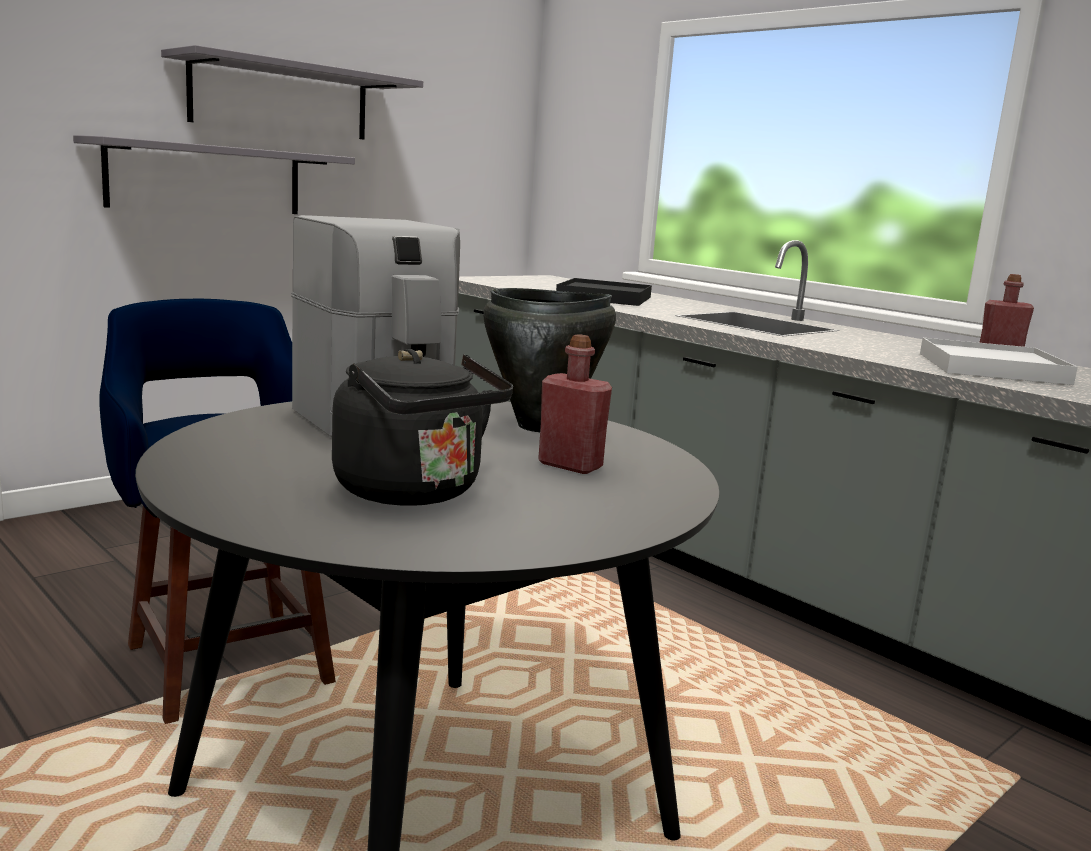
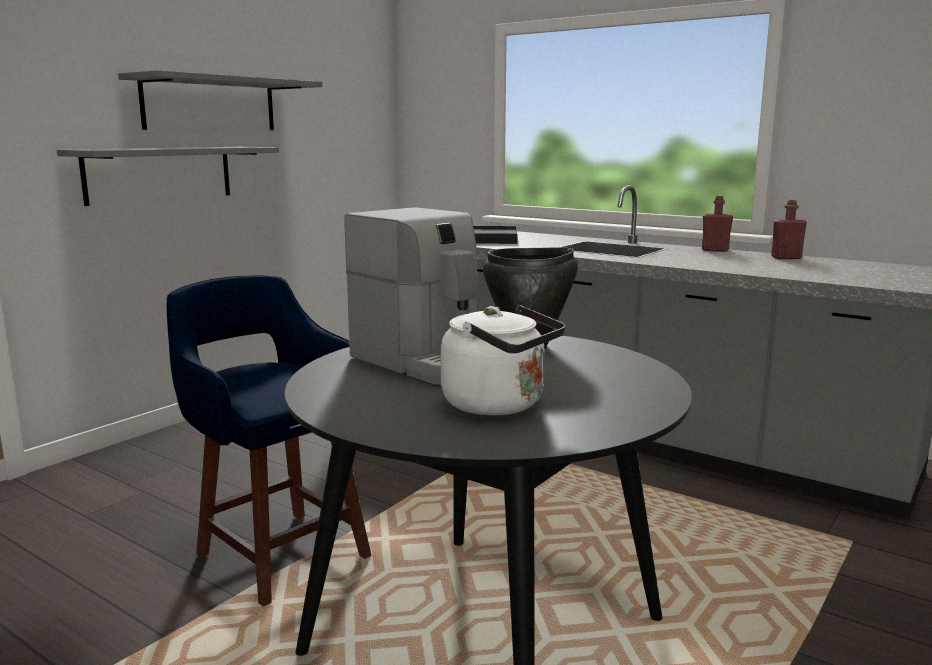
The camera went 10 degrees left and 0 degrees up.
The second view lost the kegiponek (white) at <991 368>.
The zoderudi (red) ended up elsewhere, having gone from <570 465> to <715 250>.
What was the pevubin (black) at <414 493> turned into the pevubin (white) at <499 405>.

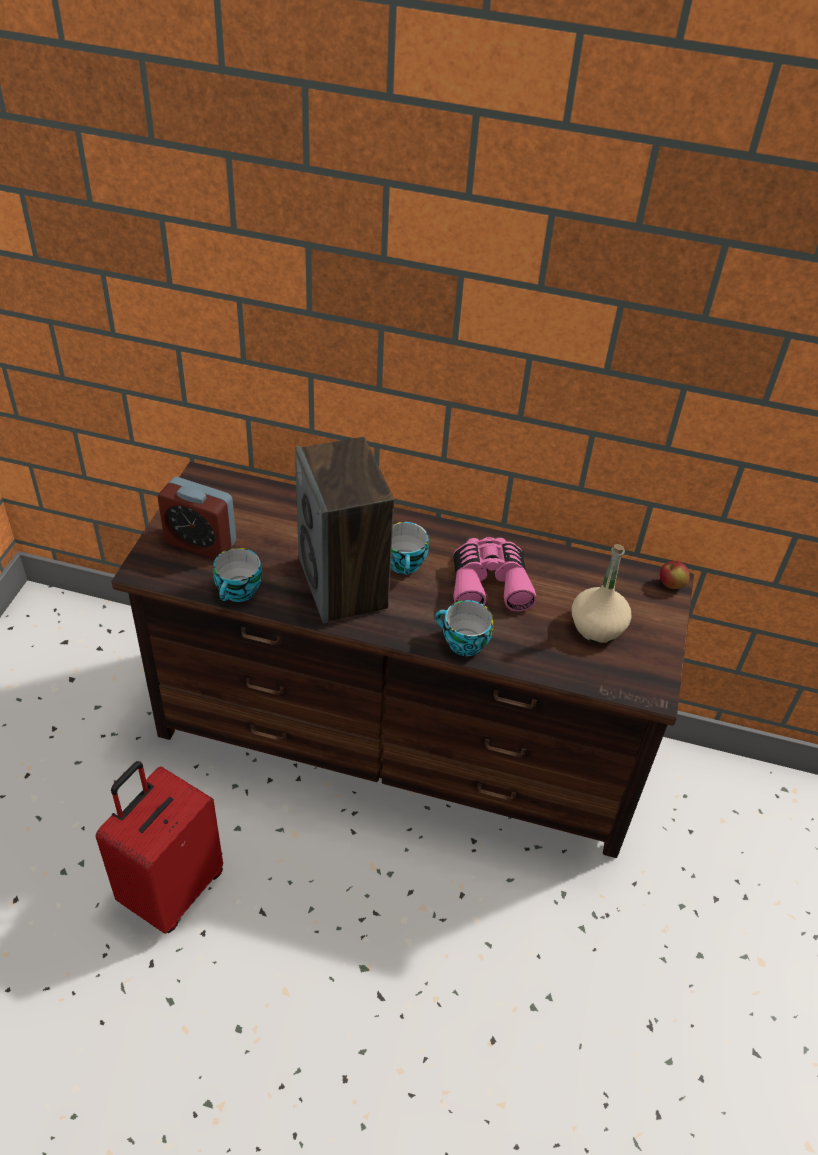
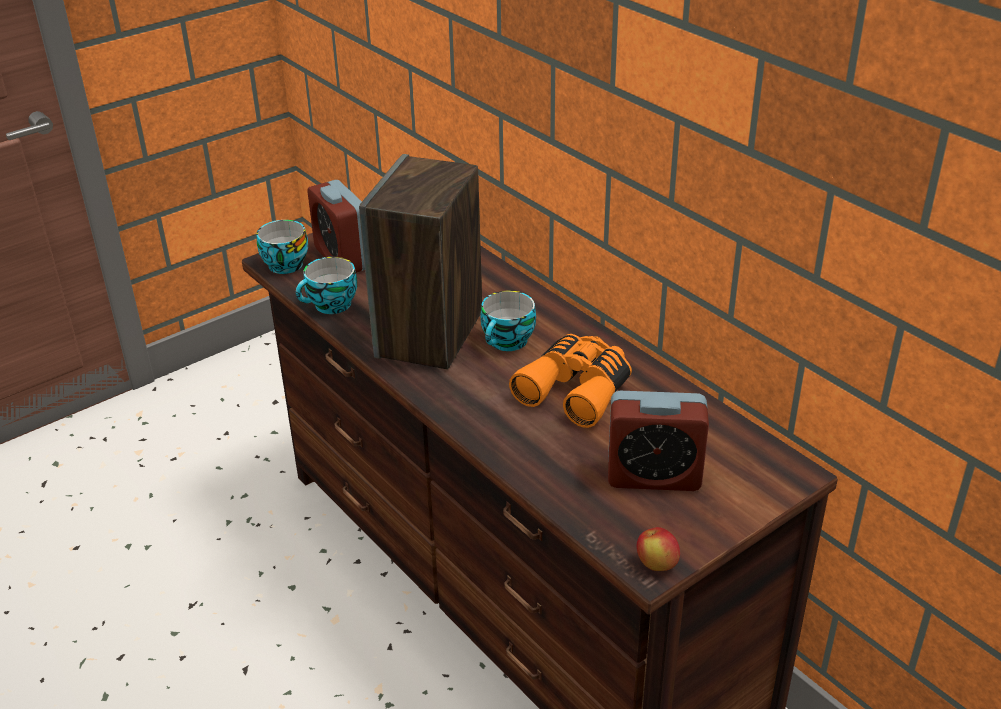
The camera went 40 degrees right and 10 degrees down.
The second view lost the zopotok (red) at <171 889>.
The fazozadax ended up elsewhere, having gone from <462 643> to <283 264>.
The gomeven ended up elsewhere, having gone from <671 585> to <656 565>.
Where the zoderudi (beige) stood at <597 626>, the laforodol came to stand at <654 476>.
What was the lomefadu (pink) at <489 582> turned into the lomefadu (orange) at <577 390>.

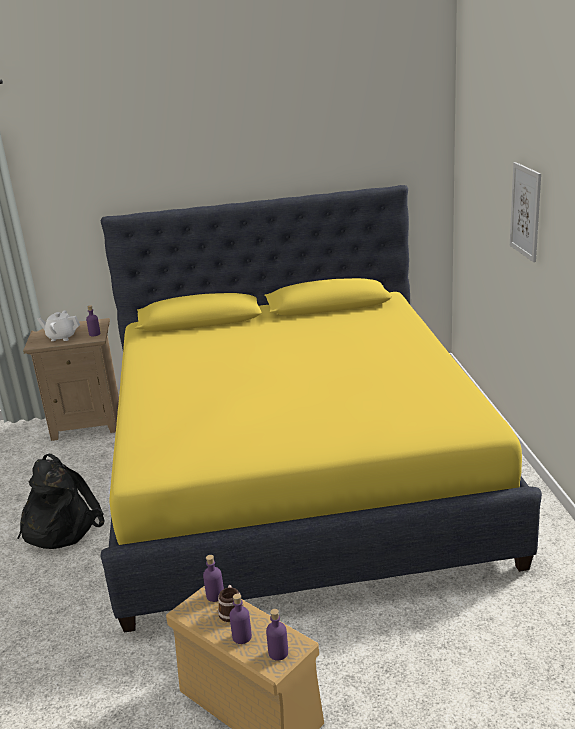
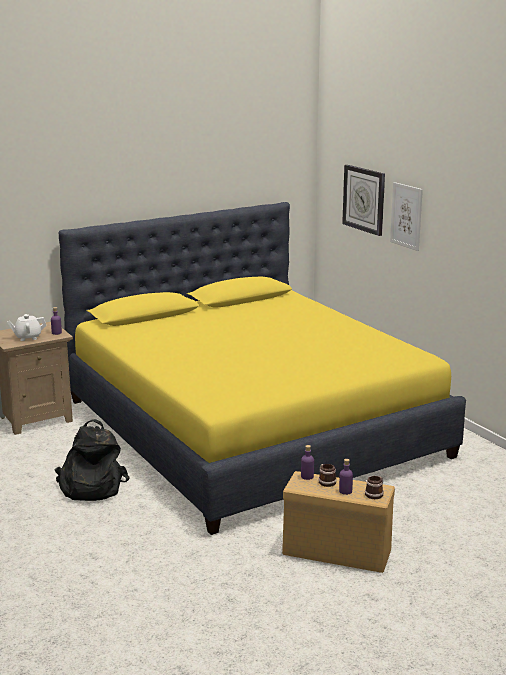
The camera went 25 degrees left and 5 degrees down.
The second view gained the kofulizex at <364 199>.
Where the zoderudi (purple) stood at <278 653>, the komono came to stand at <375 494>.

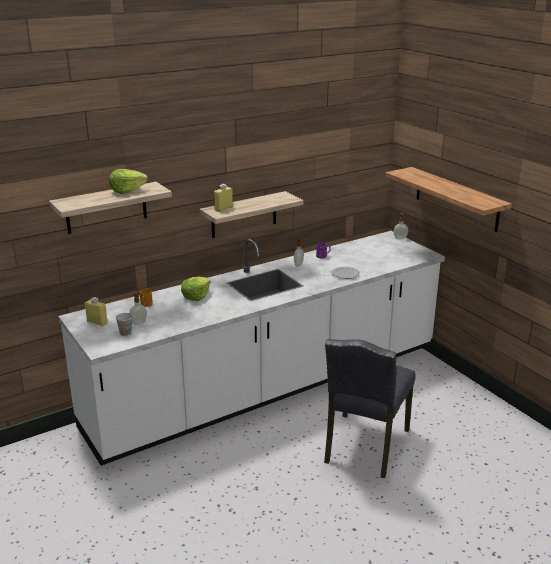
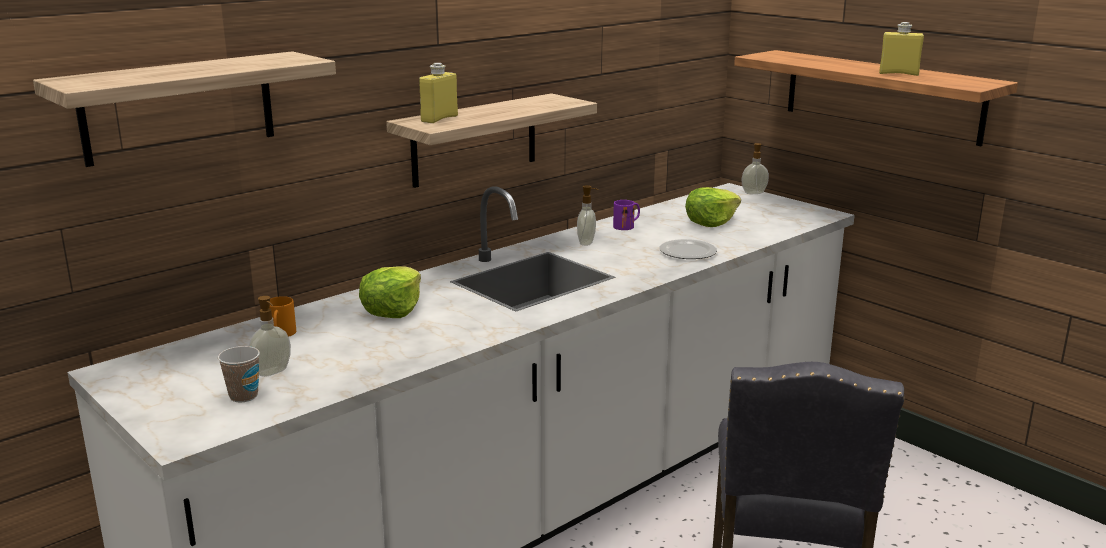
The camera went 10 degrees left and 5 degrees down.
The zoderudi (yellow) ended up elsewhere, having gone from <97 322> to <898 74>.
The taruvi ended up elsewhere, having gone from <127 191> to <711 222>.

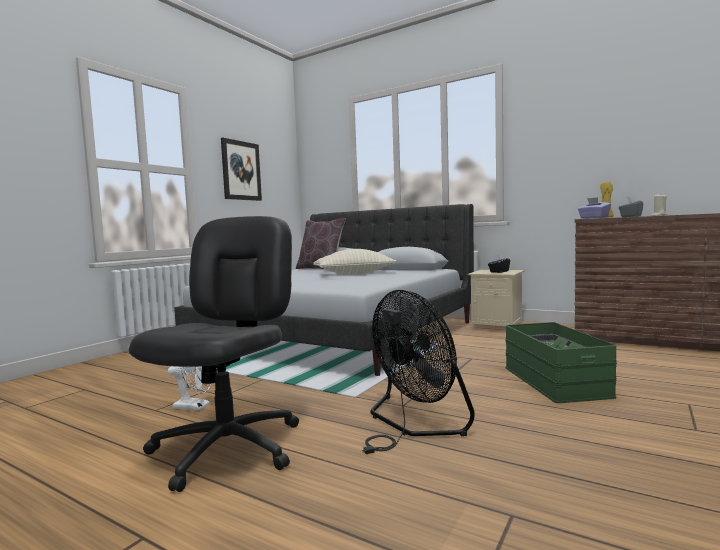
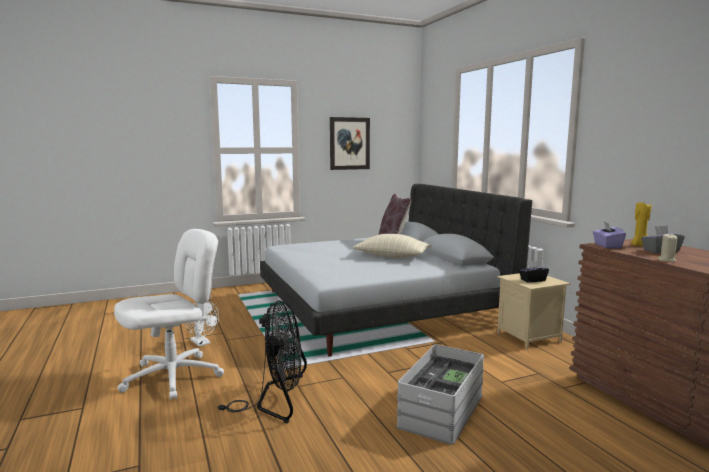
The camera went 35 degrees right and 5 degrees up.
What was the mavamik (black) at <228 448> turned into the mavamik (white) at <173 376>.
What was the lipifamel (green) at <556 381> turned into the lipifamel (grey) at <442 410>.

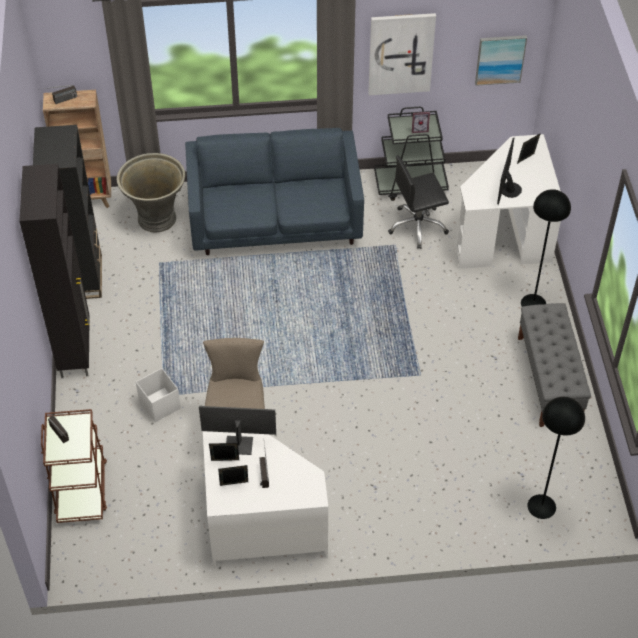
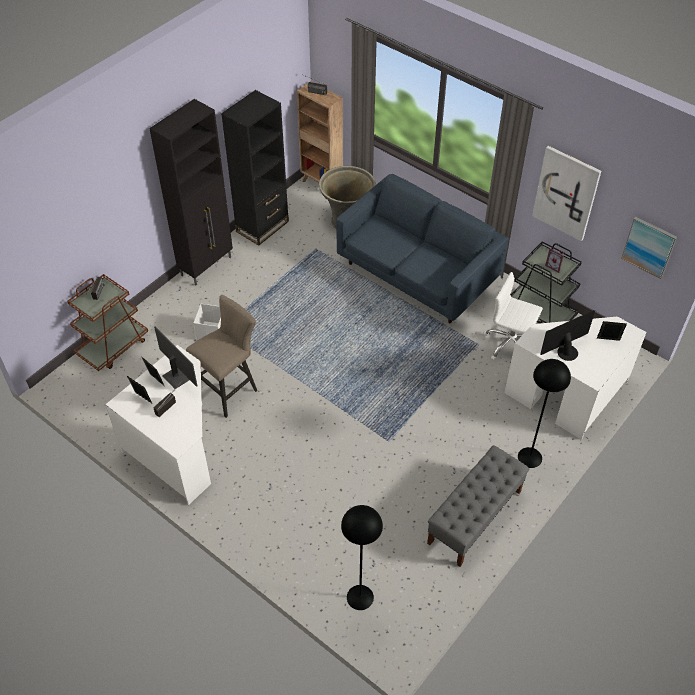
The camera went 45 degrees right and 0 degrees up.
What was the mavamik (black) at <417 226> turned into the mavamik (white) at <510 344>.

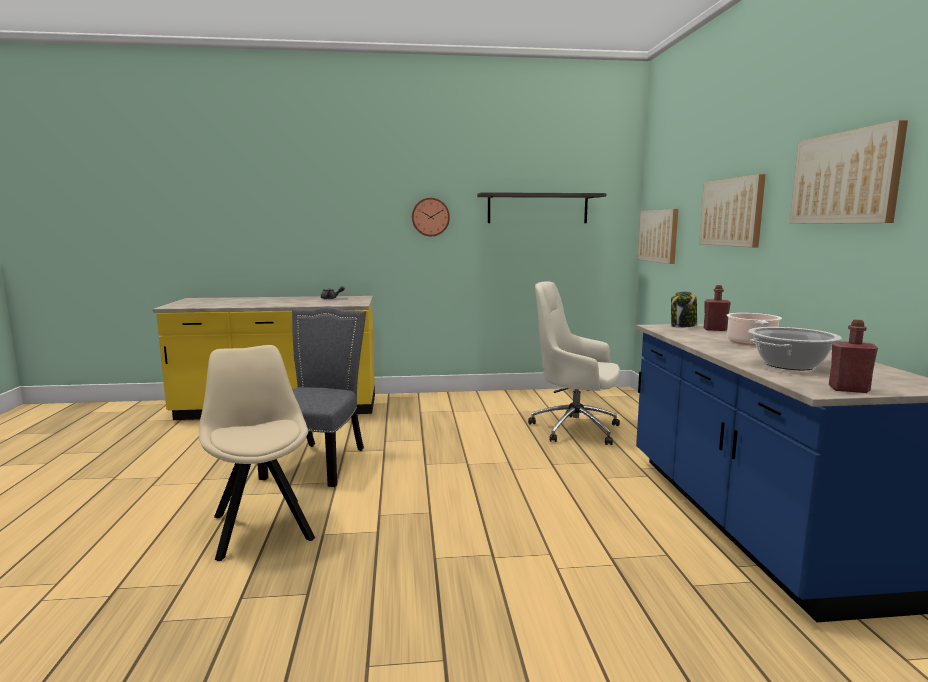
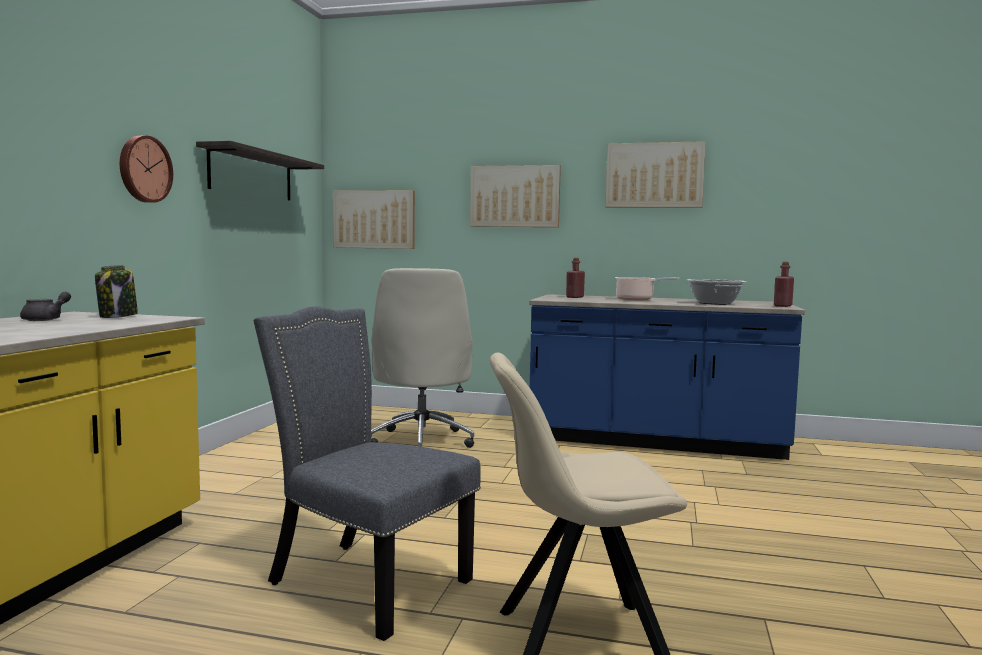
The camera went 70 degrees left and 5 degrees down.
The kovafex ended up elsewhere, having gone from <683 326> to <118 316>.
The mavamik (beige) at <574 430> ended up facing another way, 45 degrees counterclockwise from before.

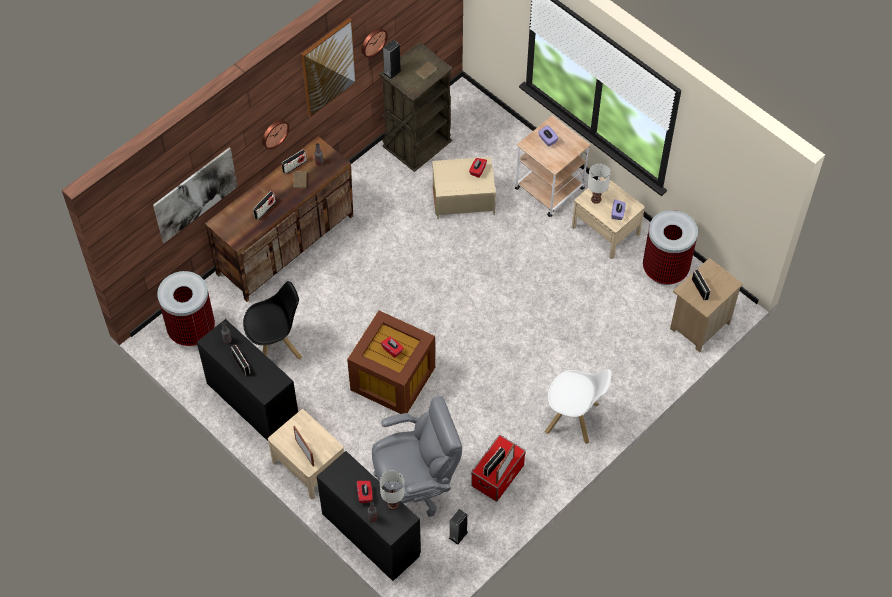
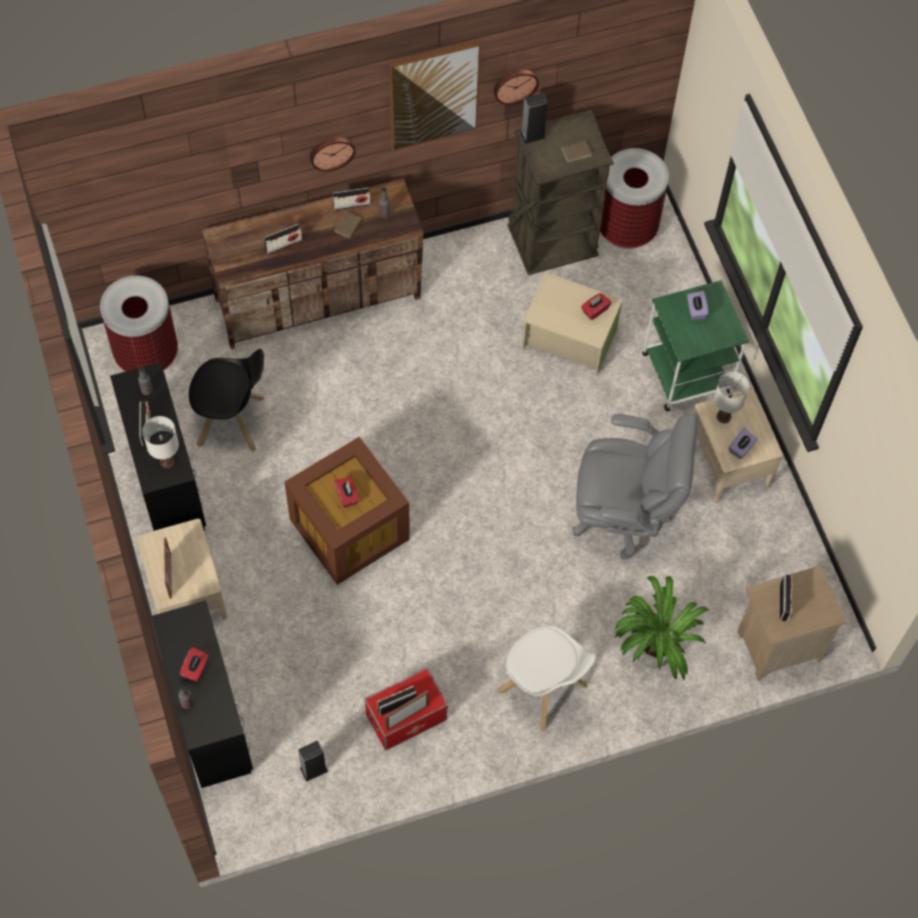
The camera went 25 degrees right and 5 degrees up.
The second view lost the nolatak at <195 194>.
The second view gained the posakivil at <653 652>.
The mavamik (grey) ended up elsewhere, having gone from <416 485> to <625 514>.
The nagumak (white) ended up elsewhere, having gone from <393 505> to <167 463>.
The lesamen ended up elsewhere, having gone from <665 269> to <627 228>.
What was the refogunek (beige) at <550 189> turned into the refogunek (green) at <687 375>.

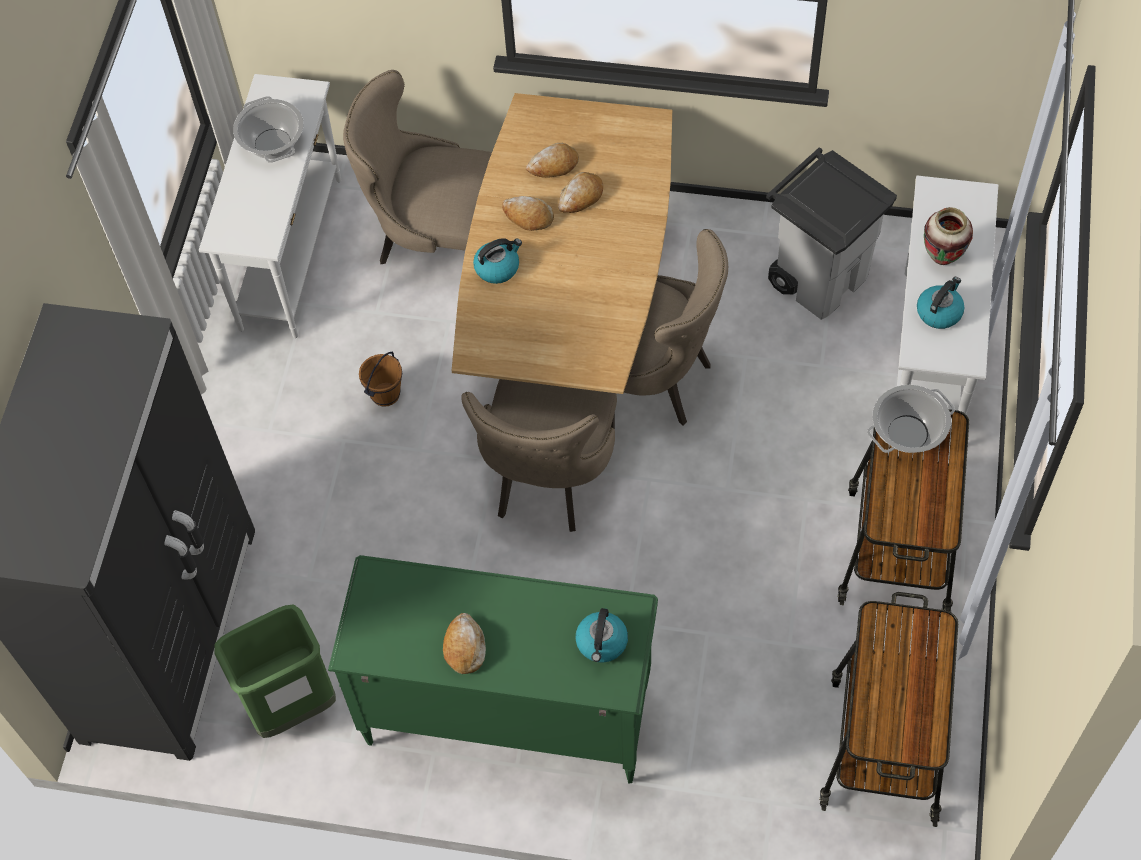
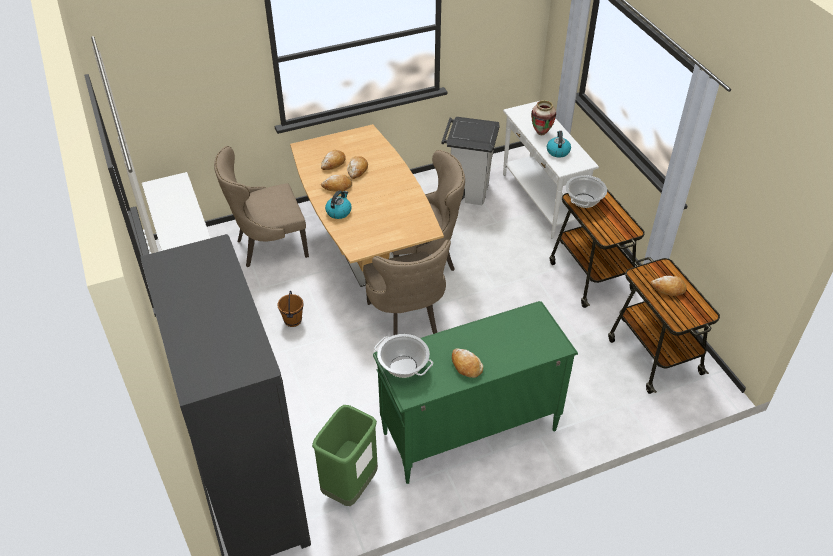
The camera went 35 degrees left and 15 degrees down.
The second view lost the pevubin at <602 643>.
The second view gained the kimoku at <668 289>.
The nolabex ended up elsewhere, having gone from <273 144> to <403 366>.

